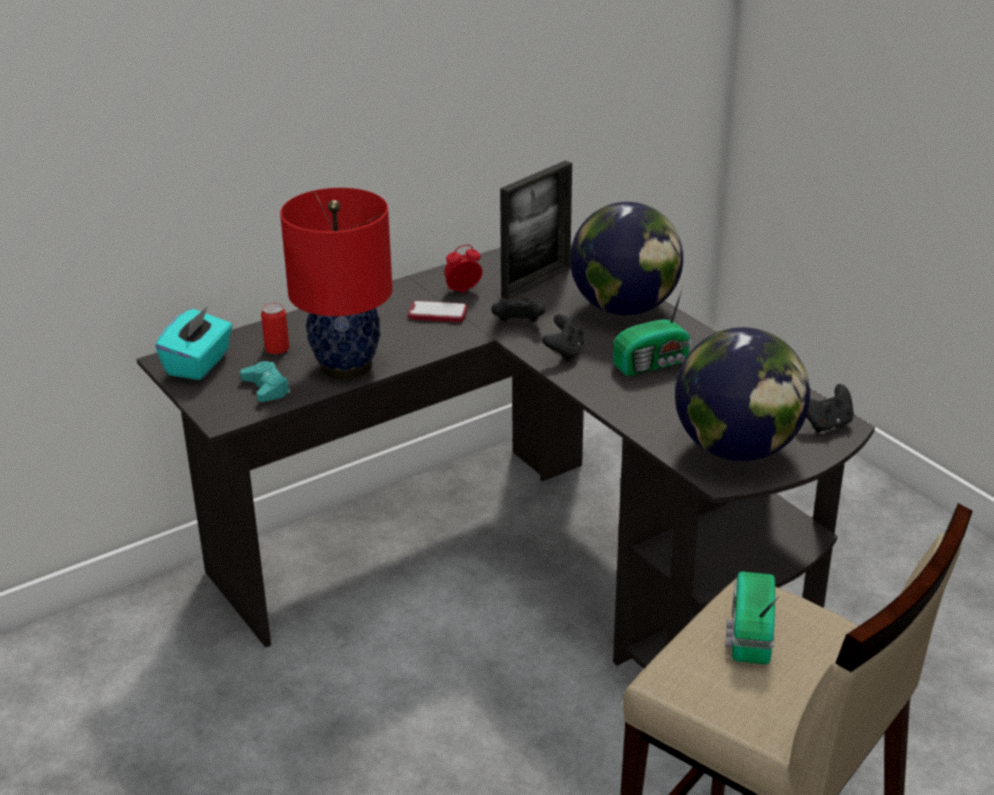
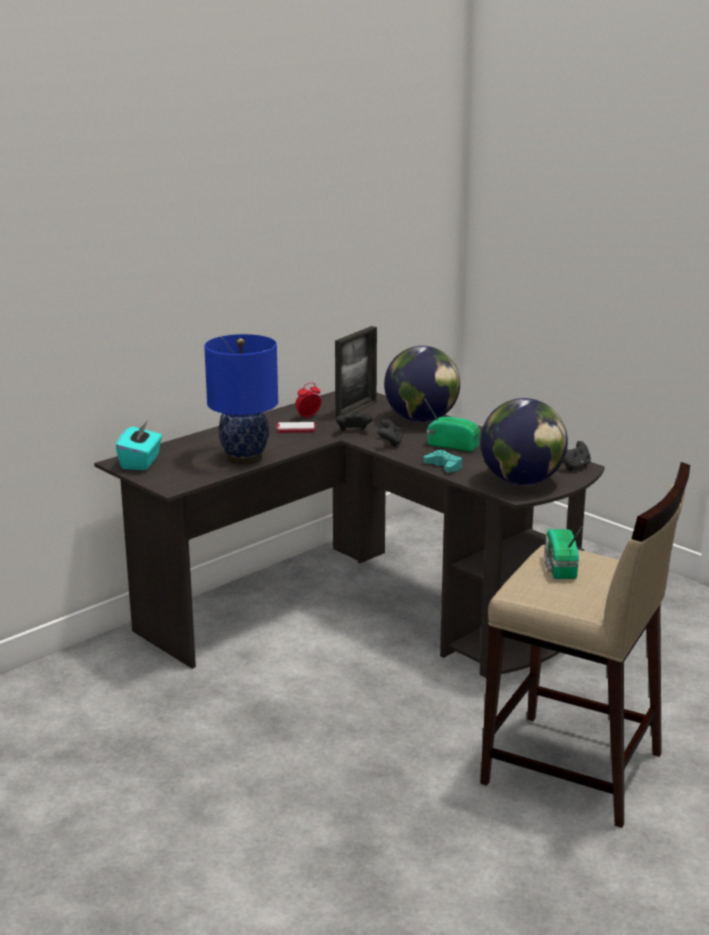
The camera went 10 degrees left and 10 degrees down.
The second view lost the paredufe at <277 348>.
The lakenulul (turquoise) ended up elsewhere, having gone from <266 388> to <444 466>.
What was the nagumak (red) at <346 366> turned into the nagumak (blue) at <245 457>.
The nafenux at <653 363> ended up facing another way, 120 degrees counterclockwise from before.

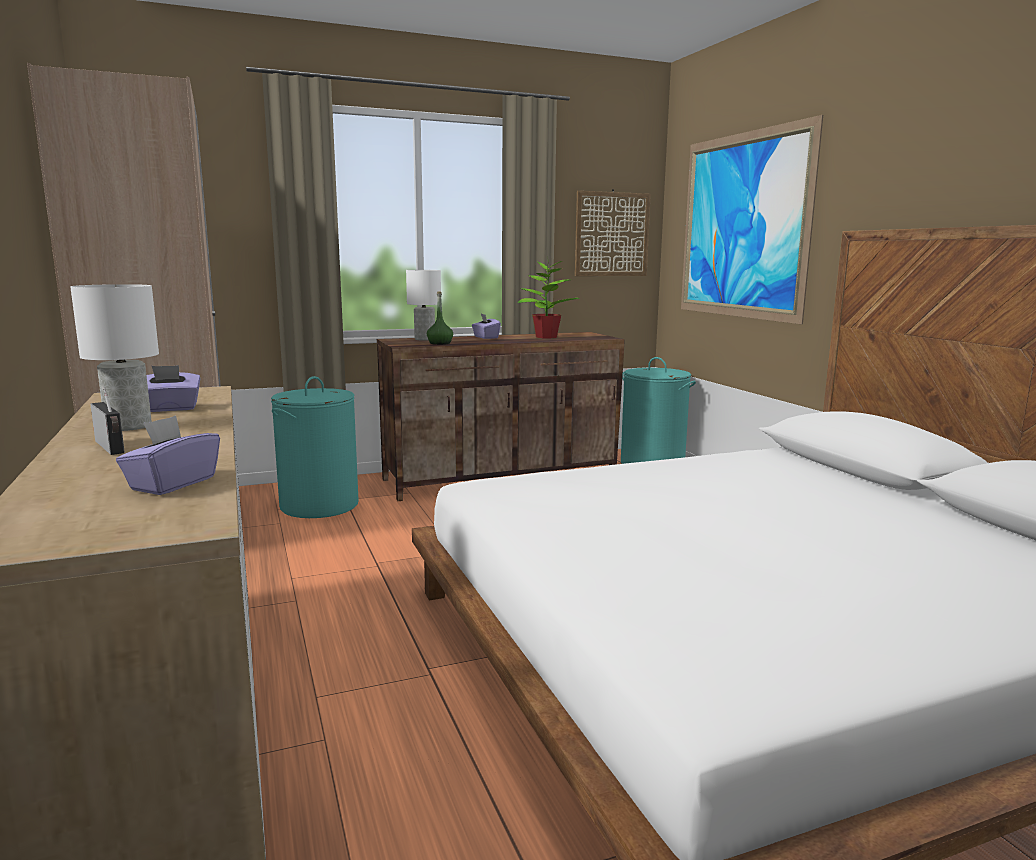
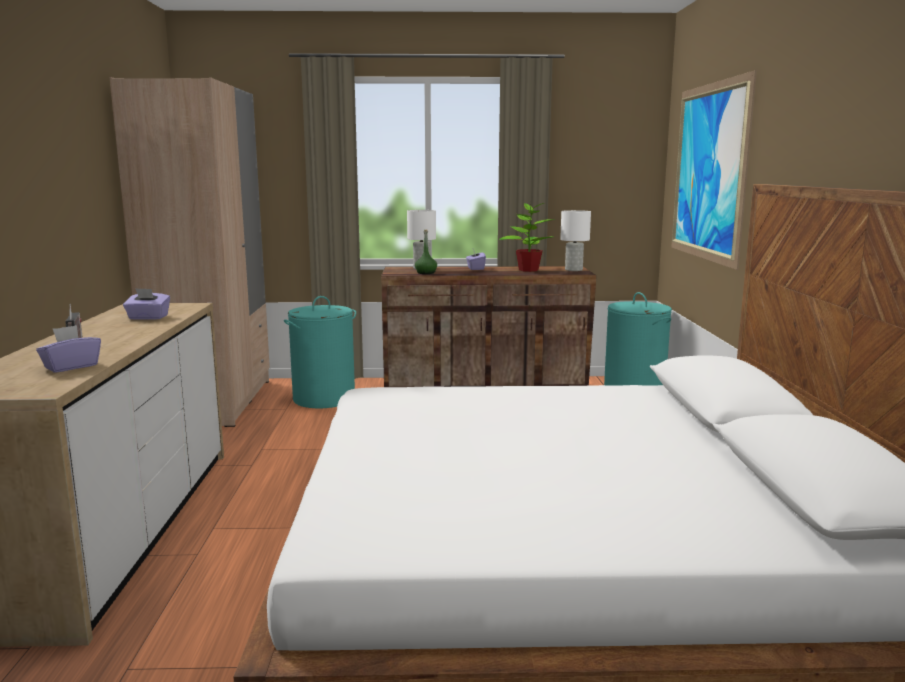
The camera went 20 degrees right and 0 degrees up.
The second view lost the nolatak at <612 233>.
The nagumak (white) ended up elsewhere, having gone from <127 426> to <573 270>.

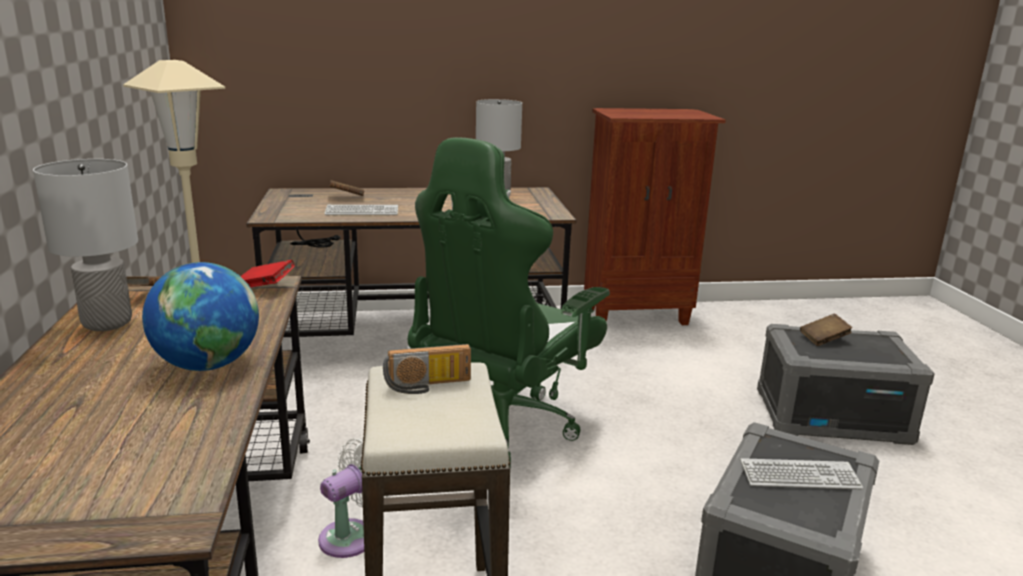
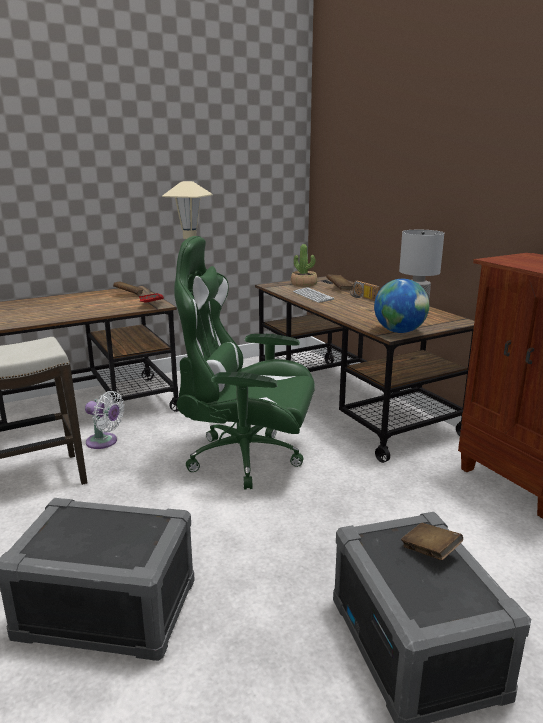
The camera went 70 degrees right and 0 degrees up.
The second view lost the nagumak (grey) at <107 326>.
The second view lost the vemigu at <799 476>.
The second view gained the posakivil at <304 284>.
The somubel ended up elsewhere, having gone from <208 365> to <399 331>.
The nafenux ended up elsewhere, having gone from <428 386> to <362 297>.

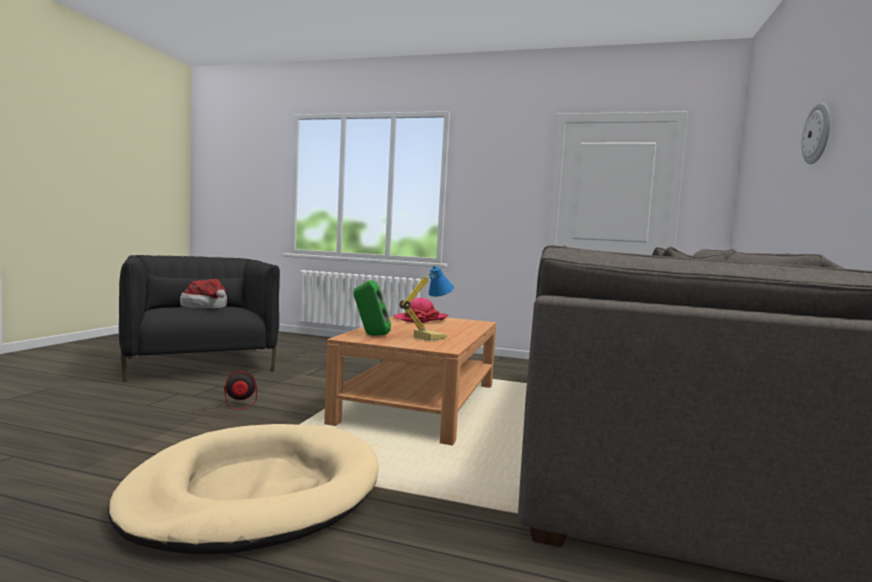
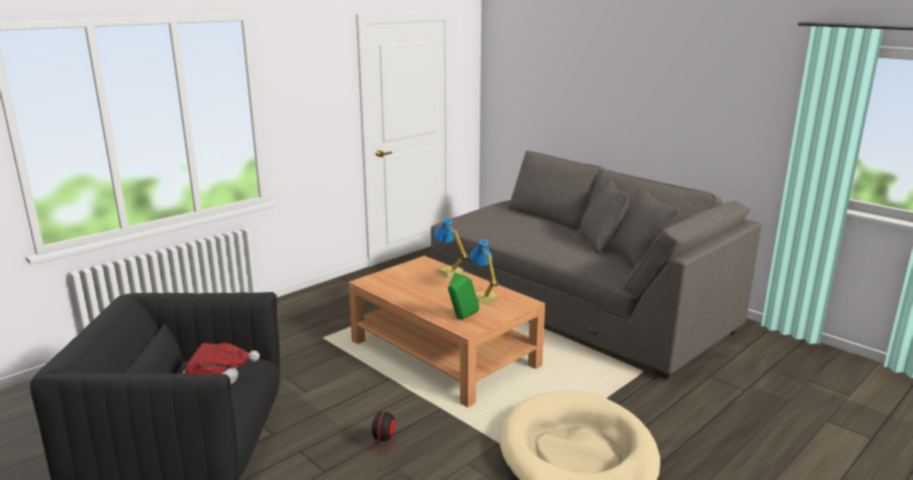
The camera went 60 degrees left and 15 degrees up.
The second view lost the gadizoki at <420 319>.
The second view lost the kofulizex at <817 134>.
The second view gained the nagumak at <449 273>.

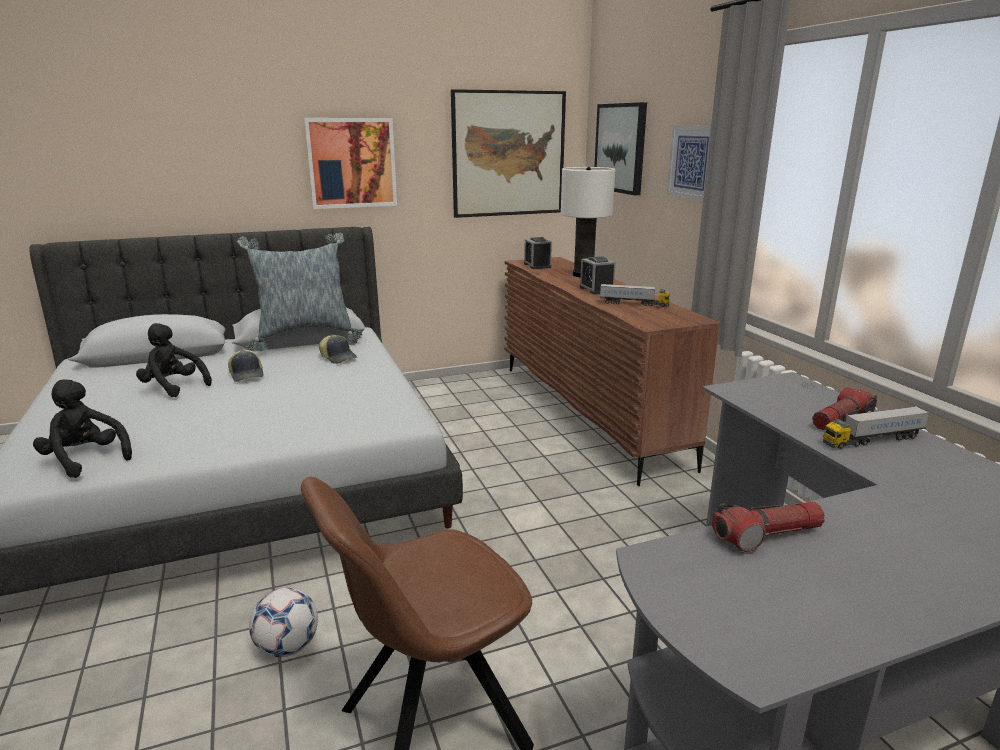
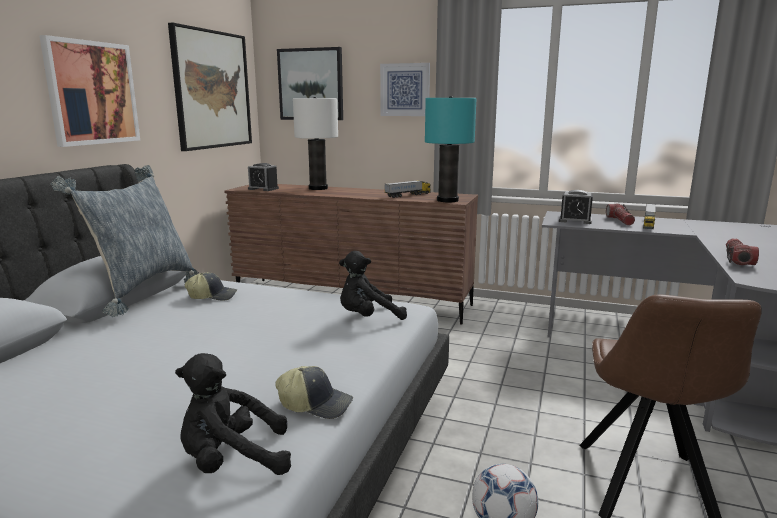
The camera went 50 degrees left and 5 degrees down.
The second view gained the nagumak (turquoise) at <447 200>.
The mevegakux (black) ended up elsewhere, having gone from <173 387> to <368 318>.
The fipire ended up elsewhere, having gone from <247 375> to <316 404>.
The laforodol ended up elsewhere, having gone from <596 289> to <575 220>.

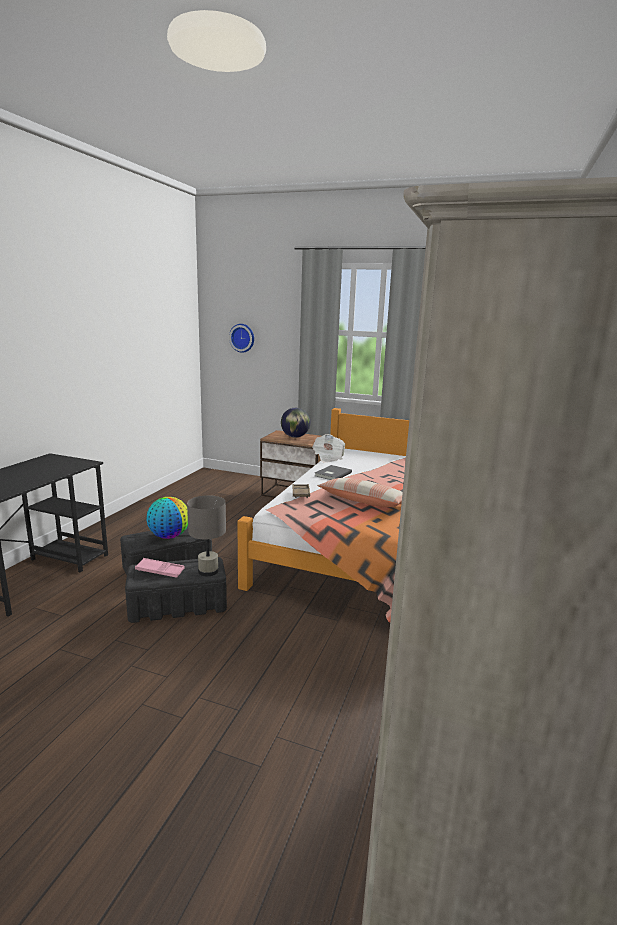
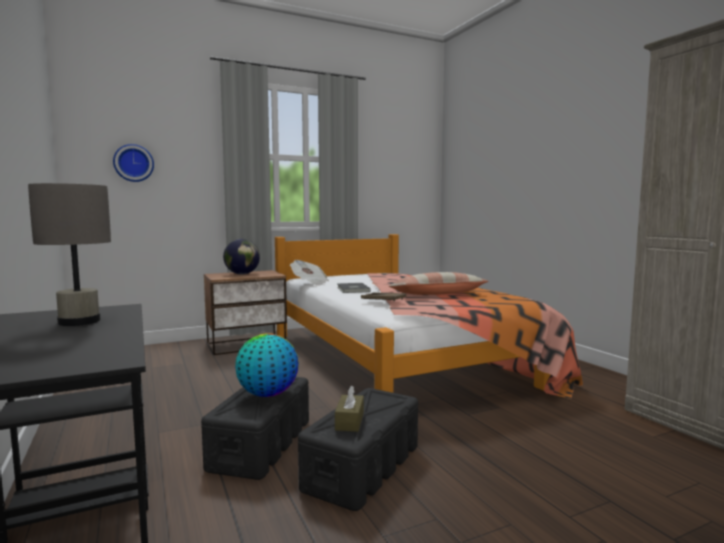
The camera went 45 degrees left and 10 degrees down.
The nagumak (grey) ended up elsewhere, having gone from <207 571> to <78 322>.
Where the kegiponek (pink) stood at <160 571>, the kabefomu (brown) came to stand at <349 421>.

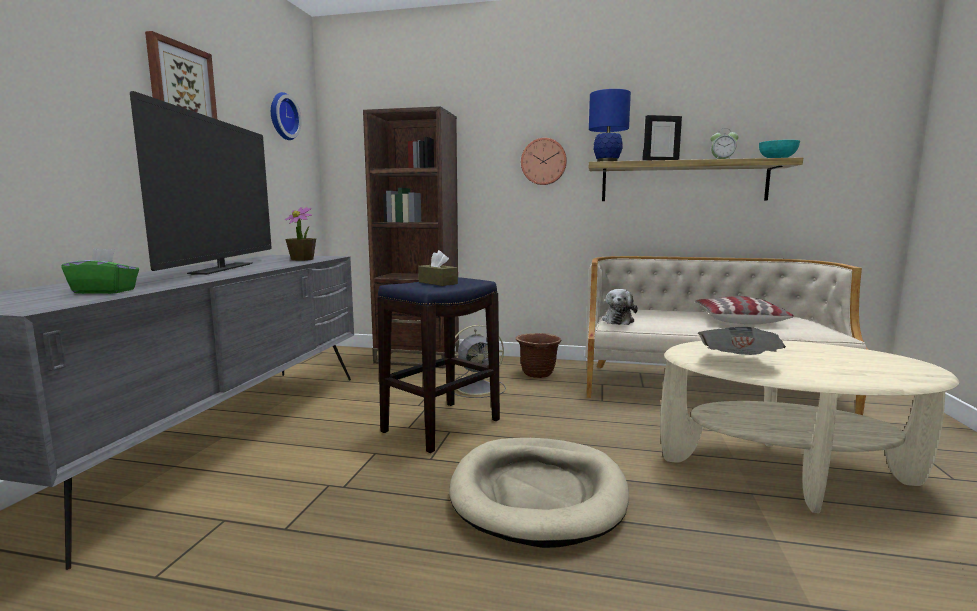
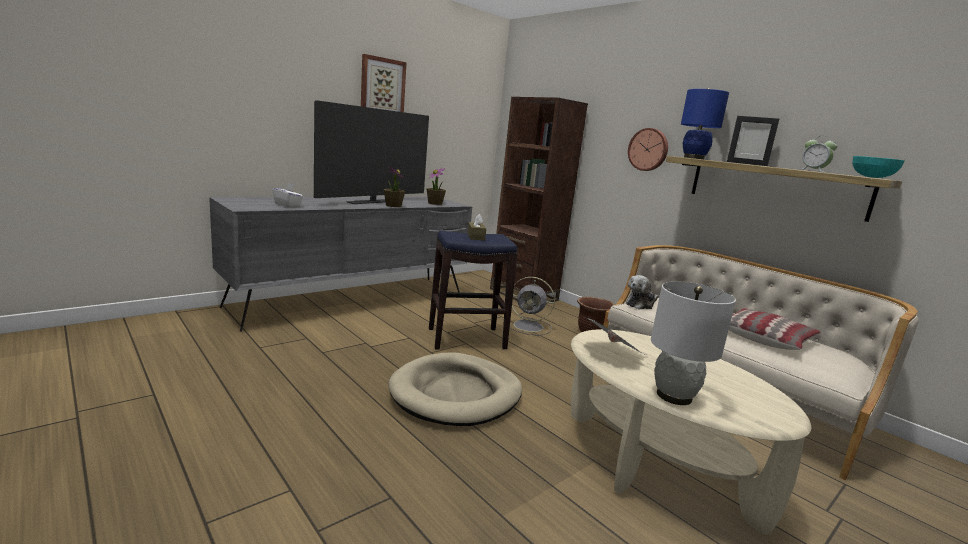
The camera went 35 degrees right and 5 degrees up.
The second view lost the kofulizex at <282 116>.
The second view gained the posakivil at <393 205>.
The second view gained the nagumak (white) at <674 396>.
What was the kabefomu (green) at <105 291> turned into the kabefomu (white) at <288 205>.

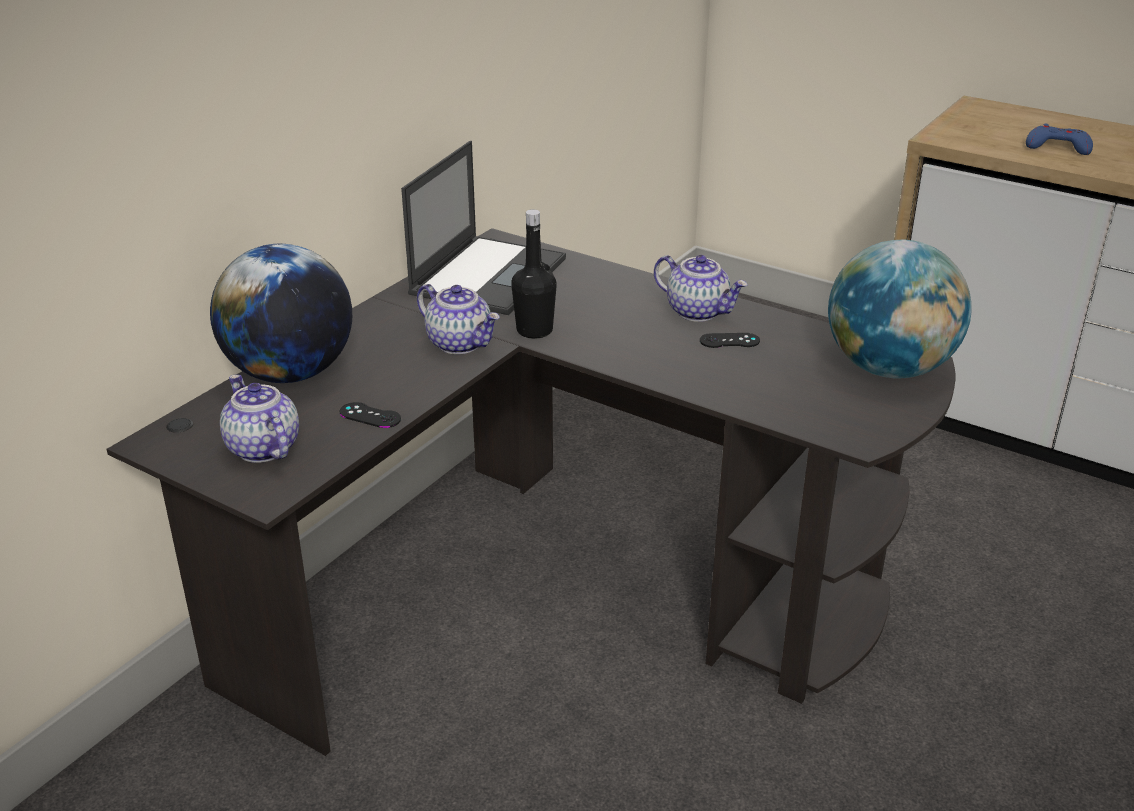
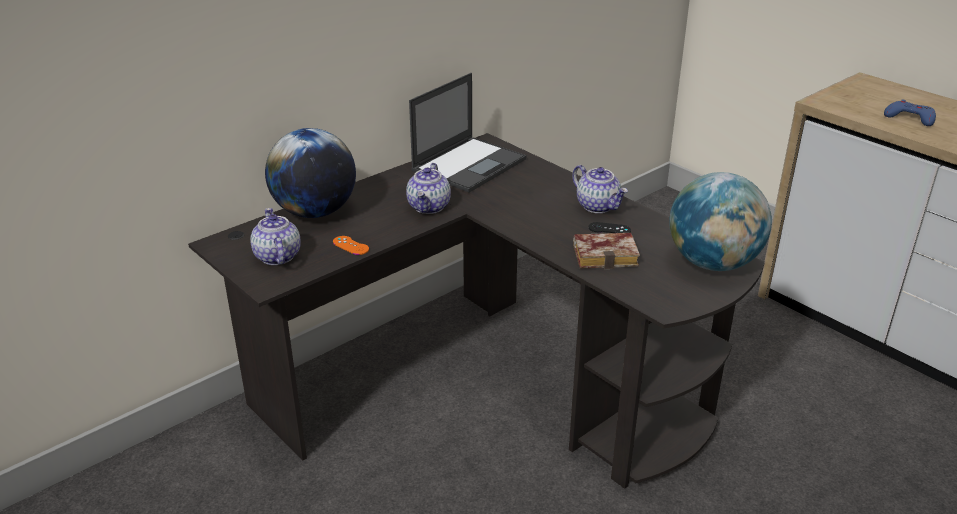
The camera went 15 degrees right and 0 degrees up.
The second view lost the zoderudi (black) at <534 330>.
The second view gained the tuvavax at <607 255>.
What was the lakenulul (black) at <370 415> turned into the lakenulul (orange) at <350 245>.
The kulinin at <460 343> ended up facing another way, 45 degrees clockwise from before.

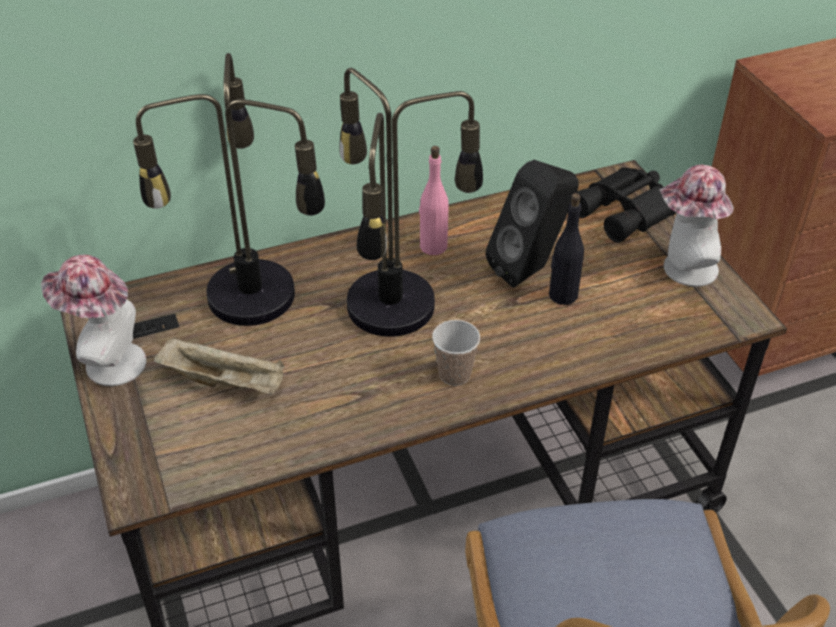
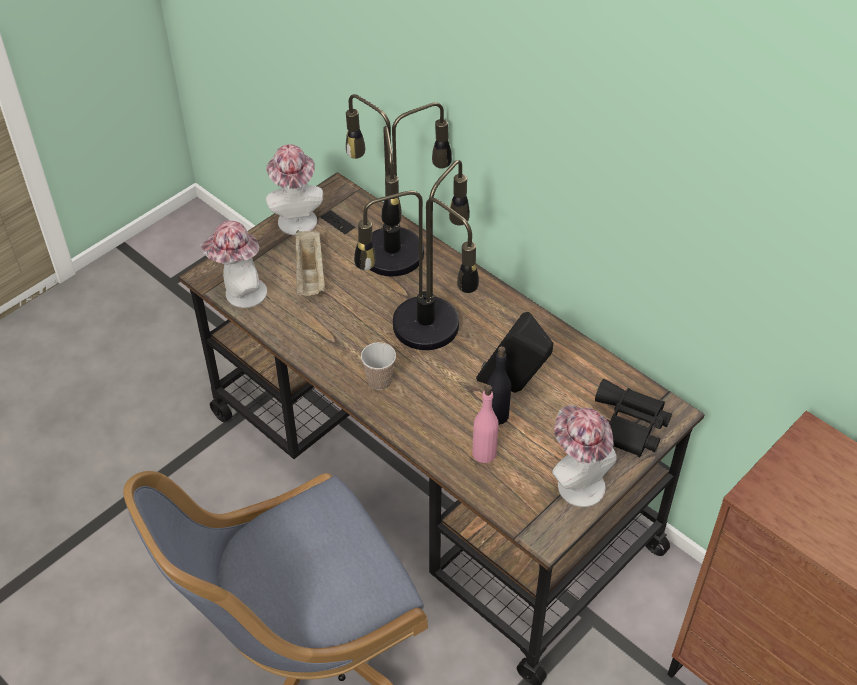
The camera went 65 degrees right and 5 degrees up.
The second view gained the gadizoki at <240 294>.
The zoderudi (pink) ended up elsewhere, having gone from <433 246> to <484 453>.

